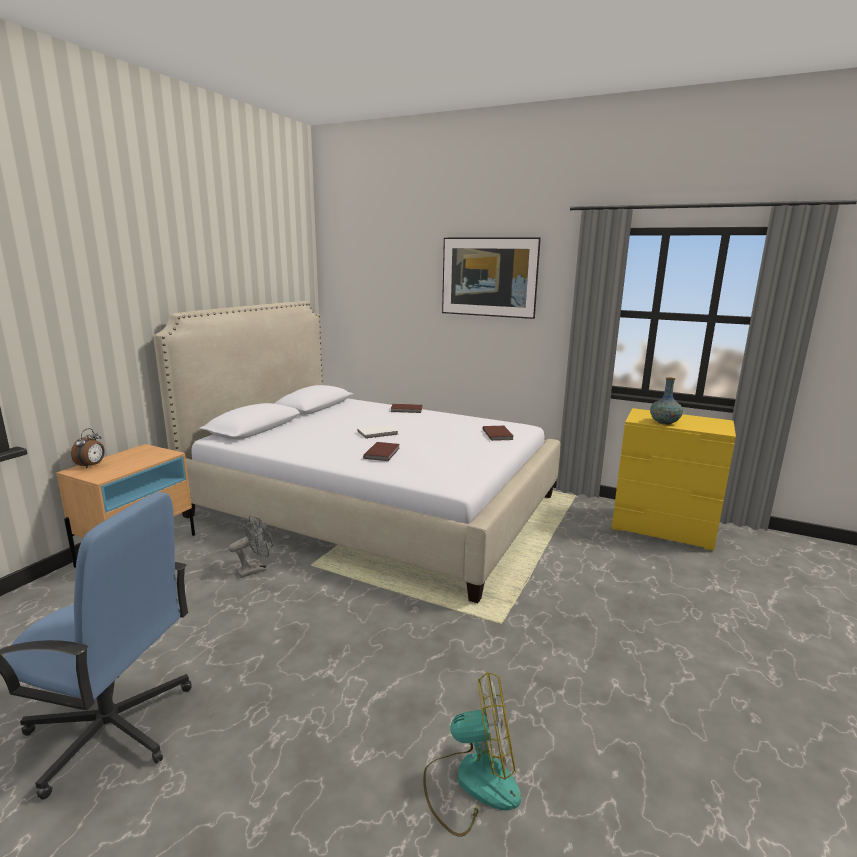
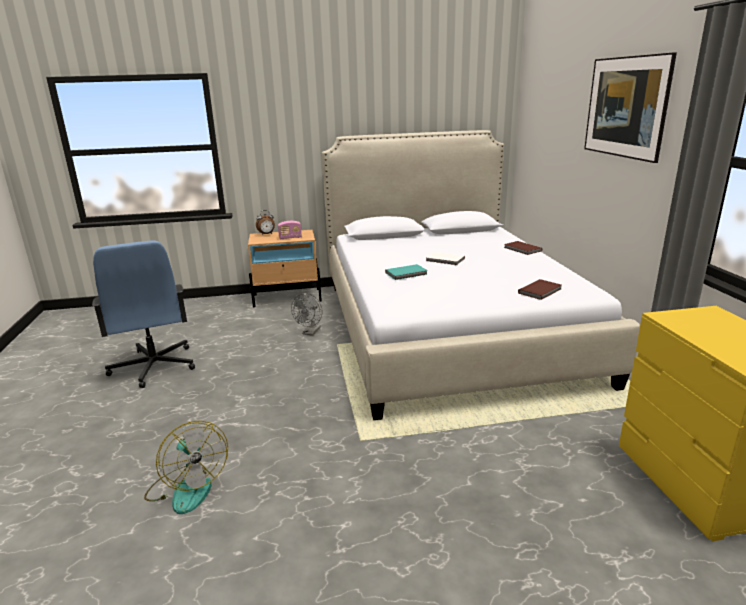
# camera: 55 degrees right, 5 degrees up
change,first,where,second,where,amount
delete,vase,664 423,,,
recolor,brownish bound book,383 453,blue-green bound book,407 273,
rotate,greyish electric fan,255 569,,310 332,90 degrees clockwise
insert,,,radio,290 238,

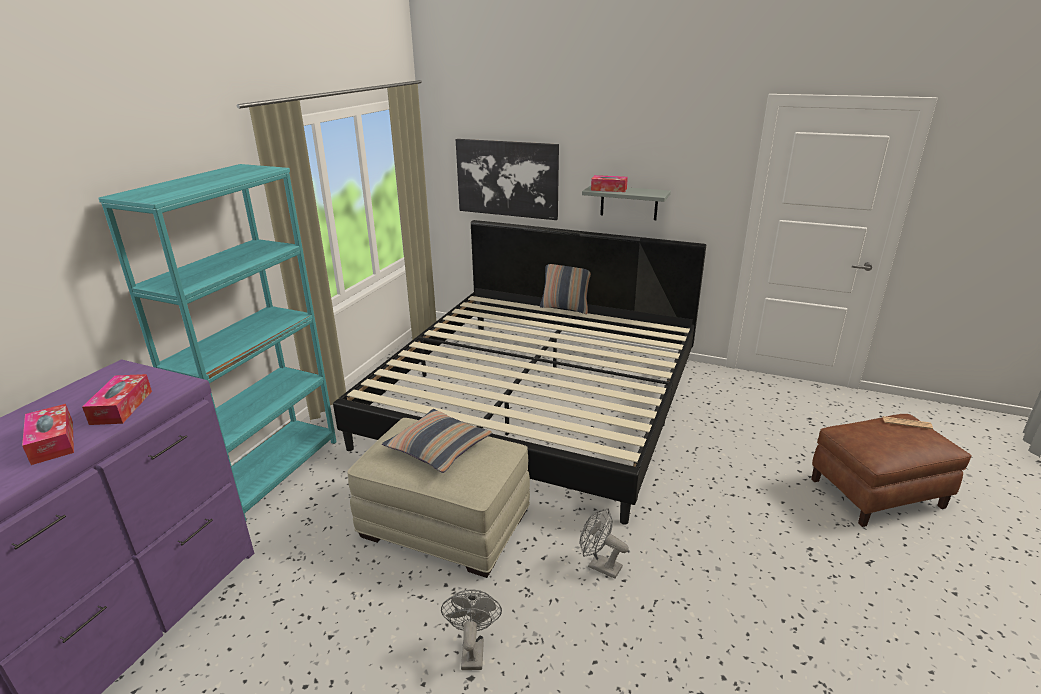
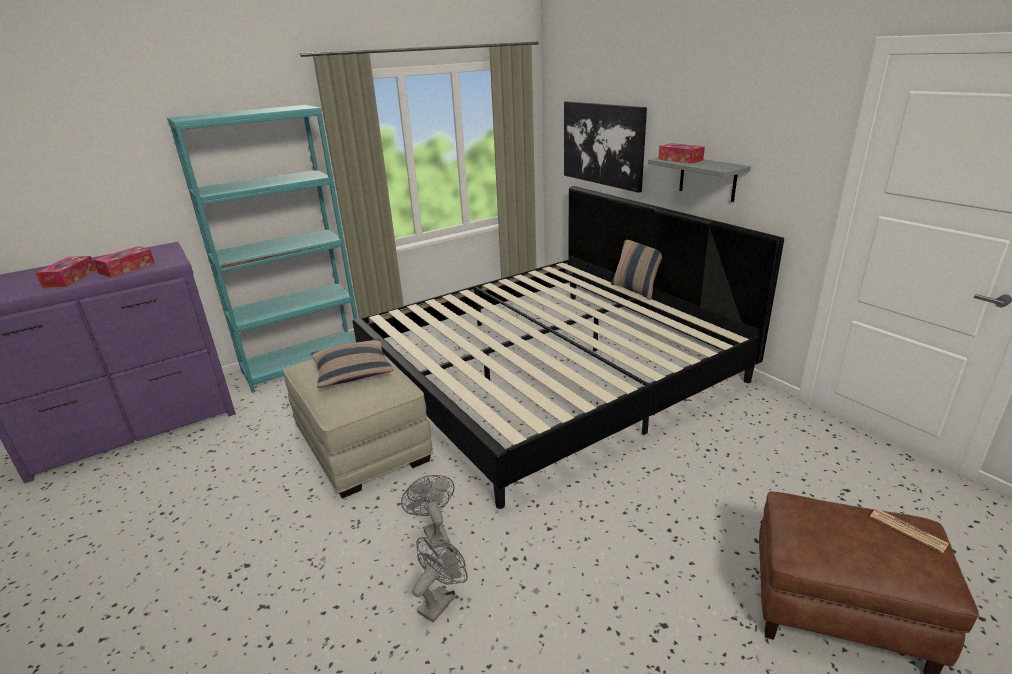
# camera: 35 degrees right, 0 degrees up
change,first,where,second,where,amount
move,greyish electric fan,472 649,,440 600,

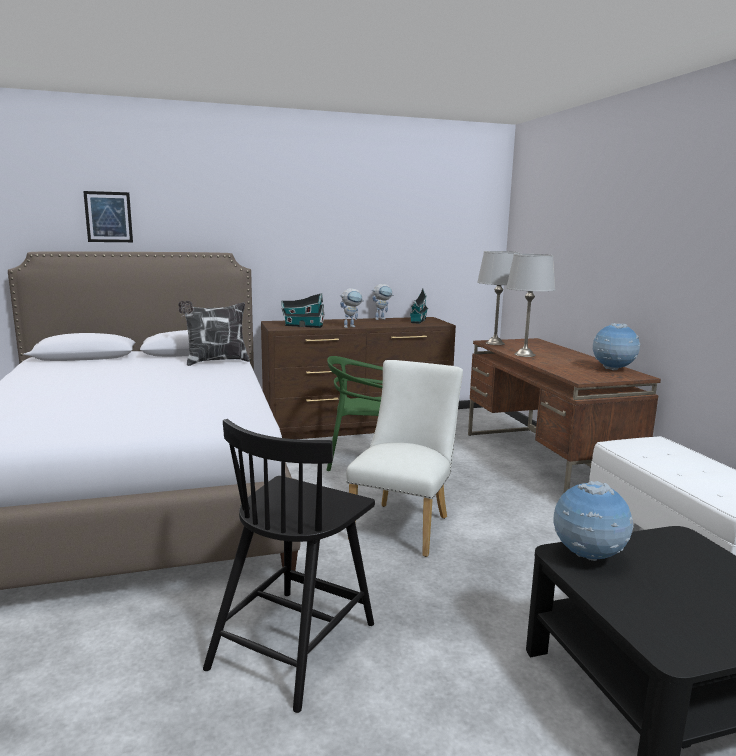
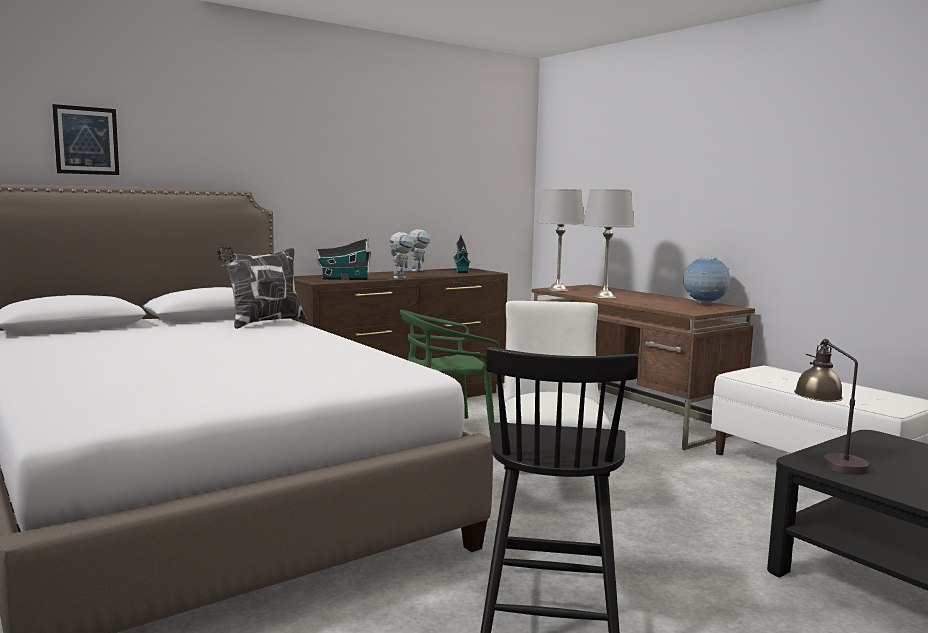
# camera: 20 degrees left, 5 degrees down
change,first,where,second,where,amount
replace,world globe,587 557,table lamp,828 461,

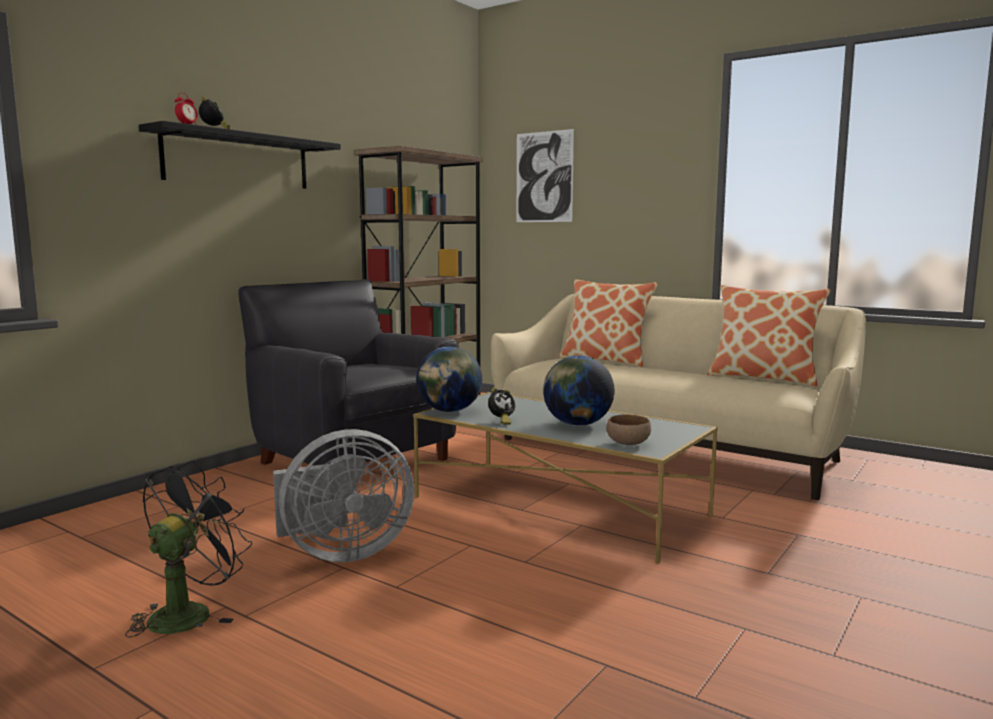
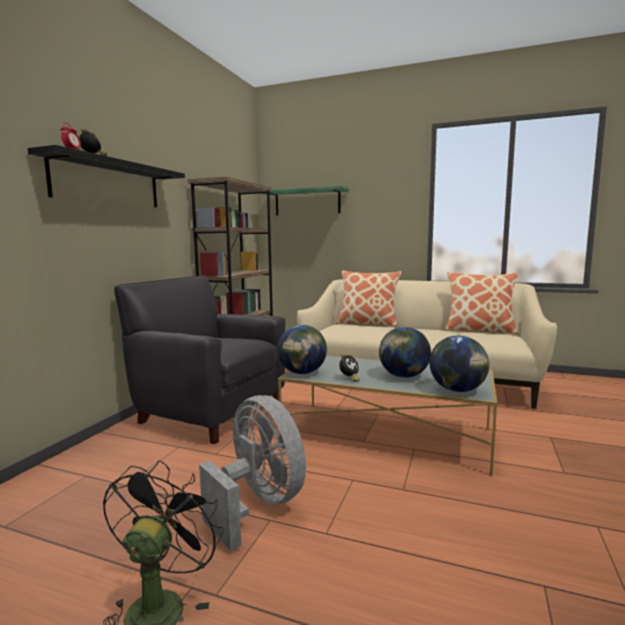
# camera: 15 degrees left, 0 degrees up
change,first,where,second,where,amount
replace,wall art,544 177,green-coloured shelf,307 202,
replace,brownish serving bowl,628 444,world globe,457 390,
rotate,greyish electric fan,341 553,,258 504,90 degrees counterclockwise

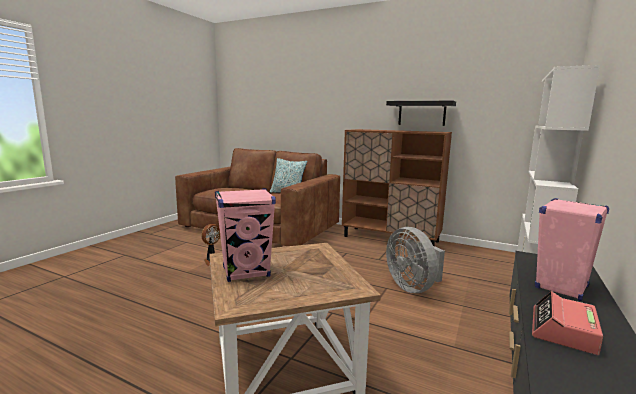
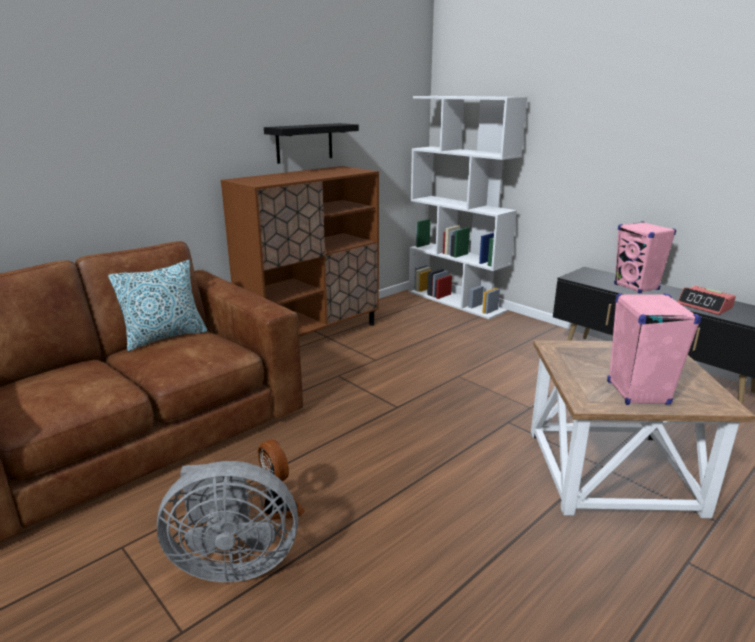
# camera: 70 degrees left, 10 degrees up
change,first,where,second,where,amount
move,greyish electric fan,413 287,,232 561,

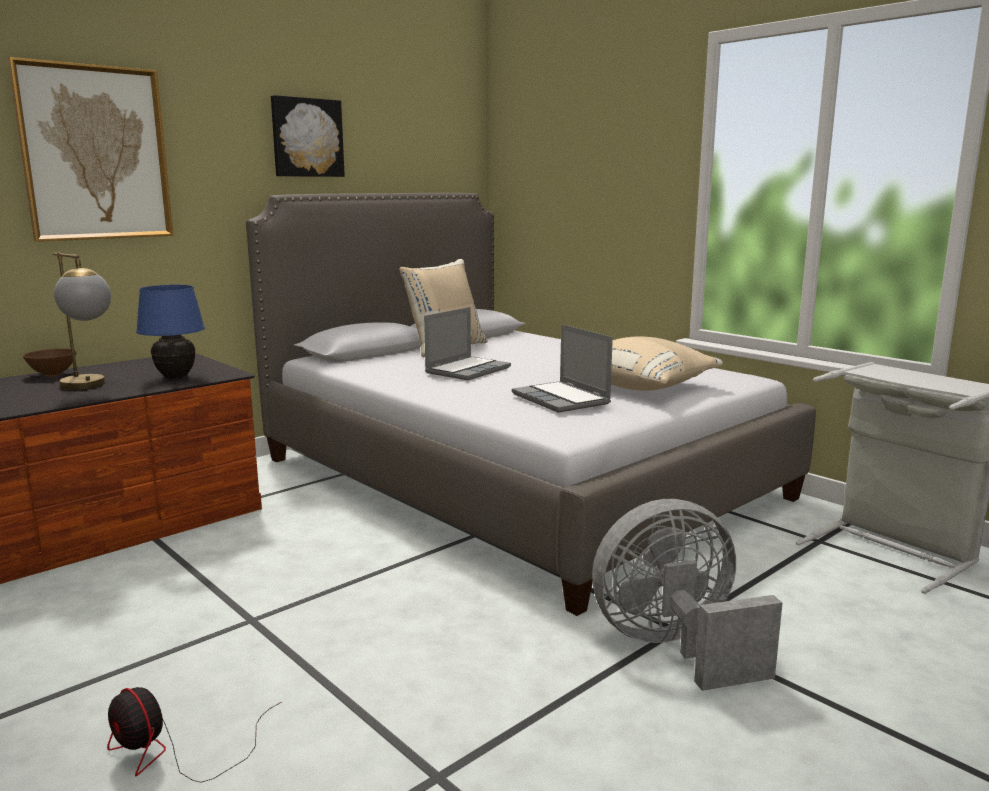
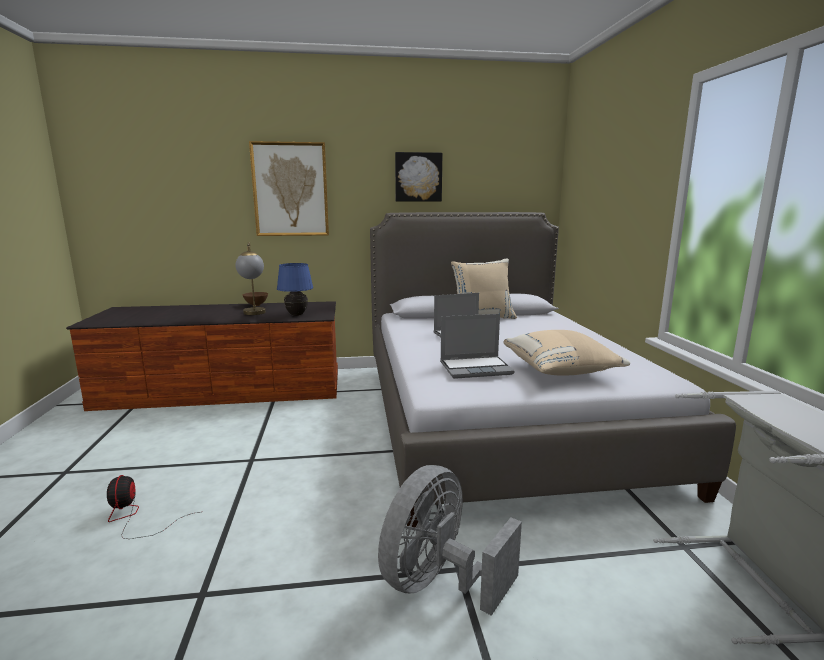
# camera: 35 degrees right, 0 degrees up
change,first,where,second,where,amount
rotate,laptop,562 399,,476 368,105 degrees counterclockwise
rotate,greyish electric fan,675 648,,439 582,75 degrees counterclockwise

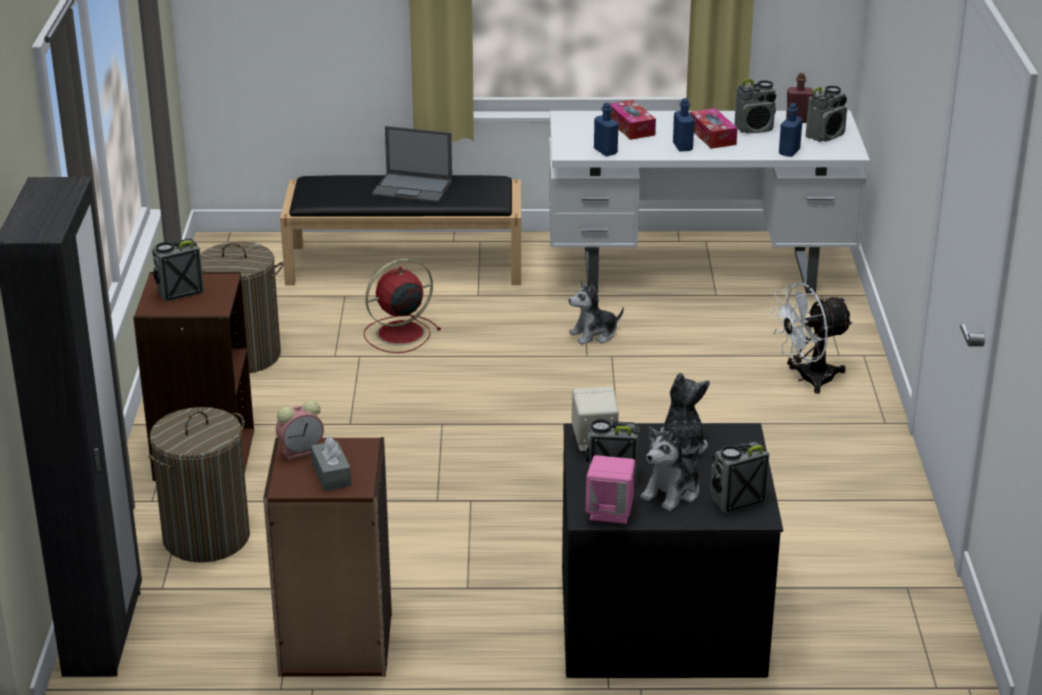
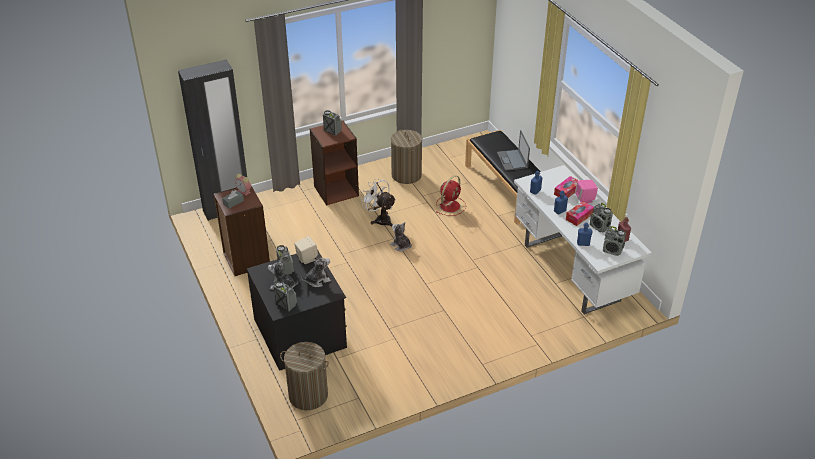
# camera: 65 degrees right, 10 degrees up
change,first,where,second,where,amount
rotate,red-coloured electric fan,398 334,,450 205,90 degrees clockwise
move,plush toy,594 335,,401 246,
move,white electric fan,807 379,,380 219,
move,washing basket,206 537,,308 395,
move,pink-coloured audio speaker,610 512,,585 199,

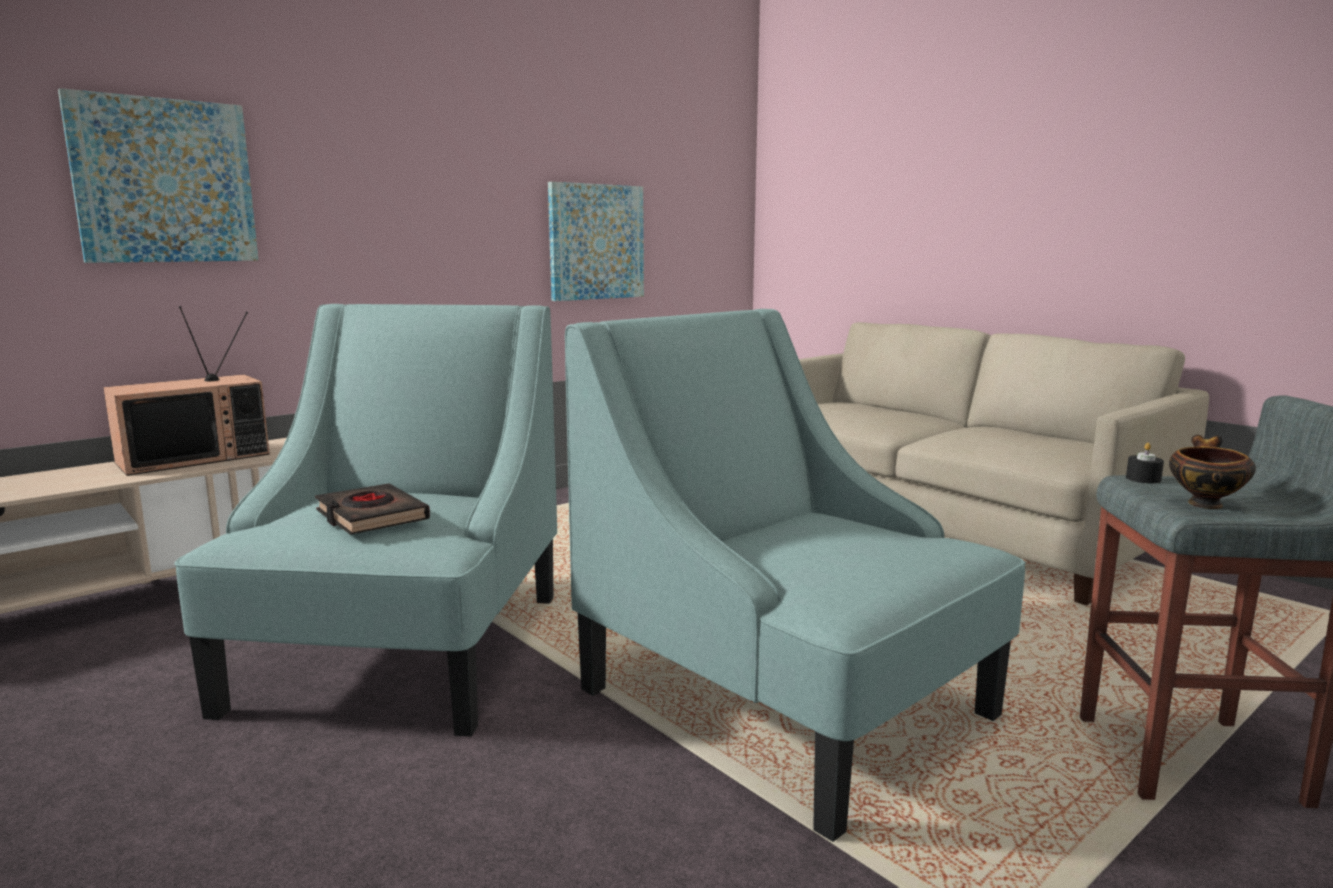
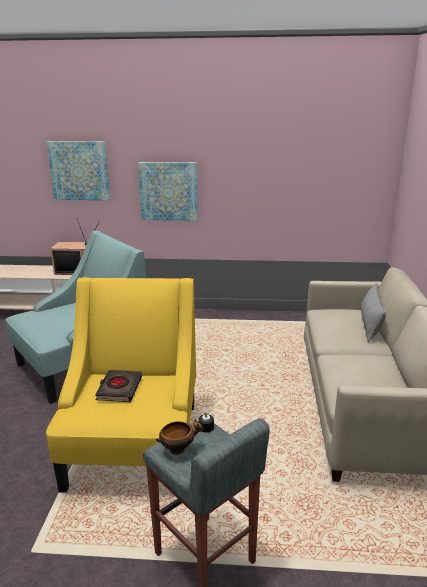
# camera: 45 degrees right, 10 degrees up
change,first,where,second,where,amount
move,wall art,596 242,,168 191,
recolor,blue-green armchair,787 703,yellow armchair,134 445,
move,black-coloured bound book,371 516,,119 389,
insert,,,greyish cushion,370 326,

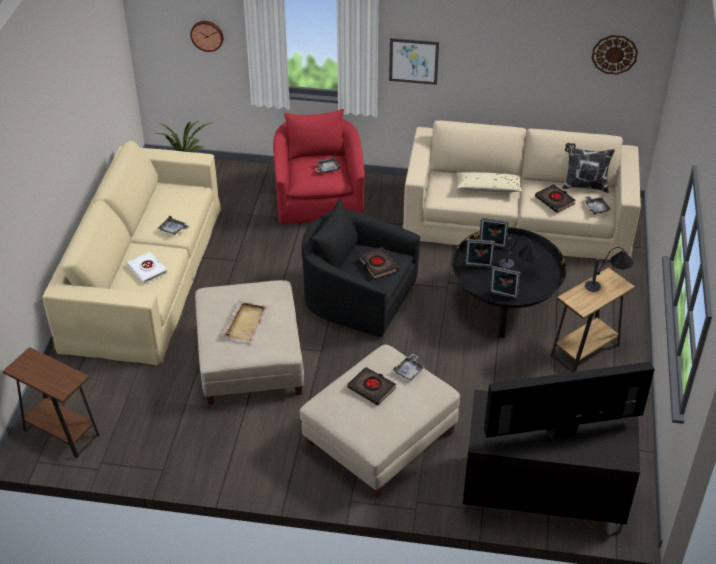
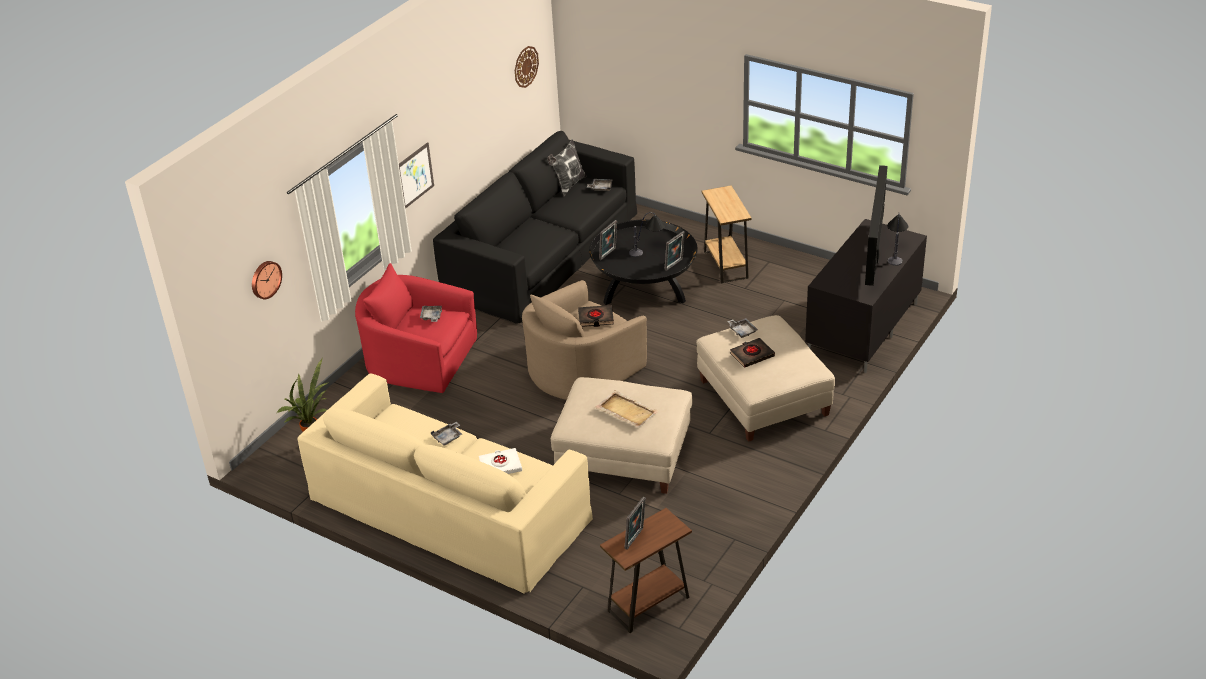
# camera: 65 degrees left, 5 degrees down
change,first,where,second,where,amount
recolor,beige-coloured sofa,517 218,black-coloured sofa,541 252,
delete,beige-coloured cushion,488 188,,,
delete,black-coloured bound book,555 200,,,
recolor,black-coloured armchair,357 297,beige-coloured armchair,582 369,
move,standing frame,478 267,,635 539,
move,table lamp,608 283,,895 252,

